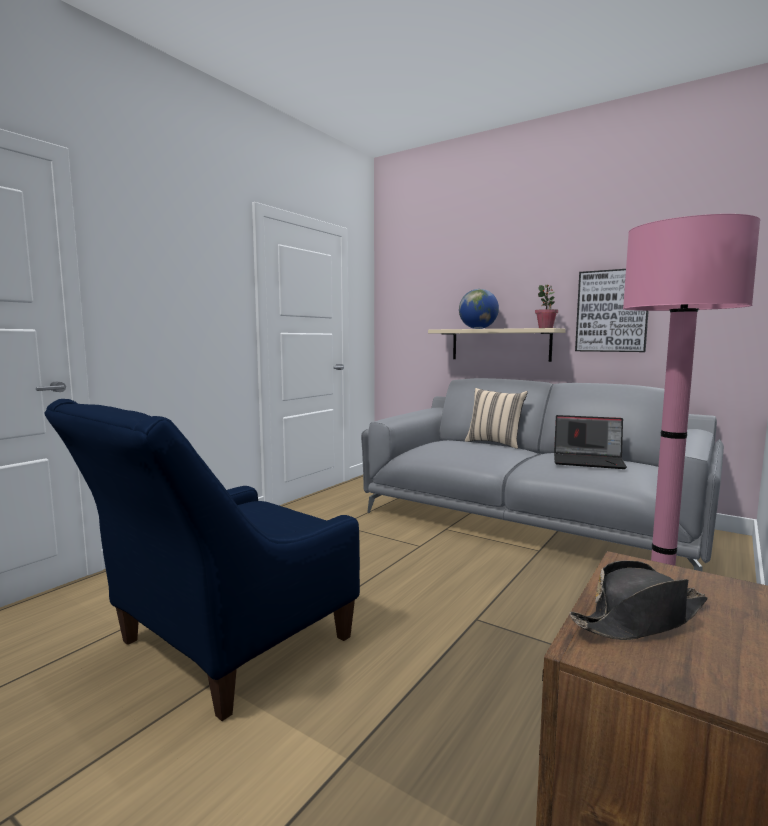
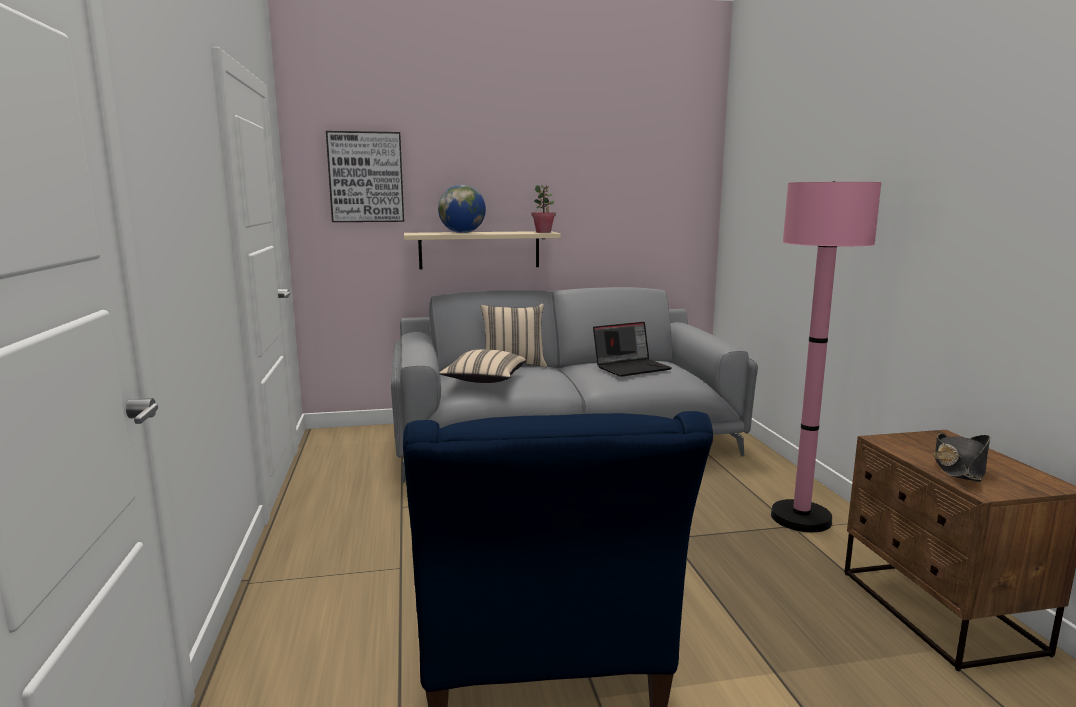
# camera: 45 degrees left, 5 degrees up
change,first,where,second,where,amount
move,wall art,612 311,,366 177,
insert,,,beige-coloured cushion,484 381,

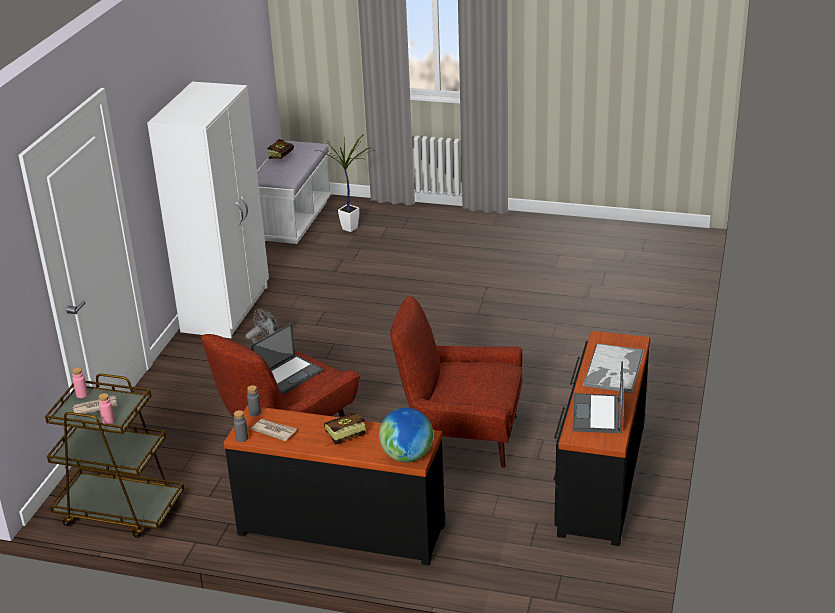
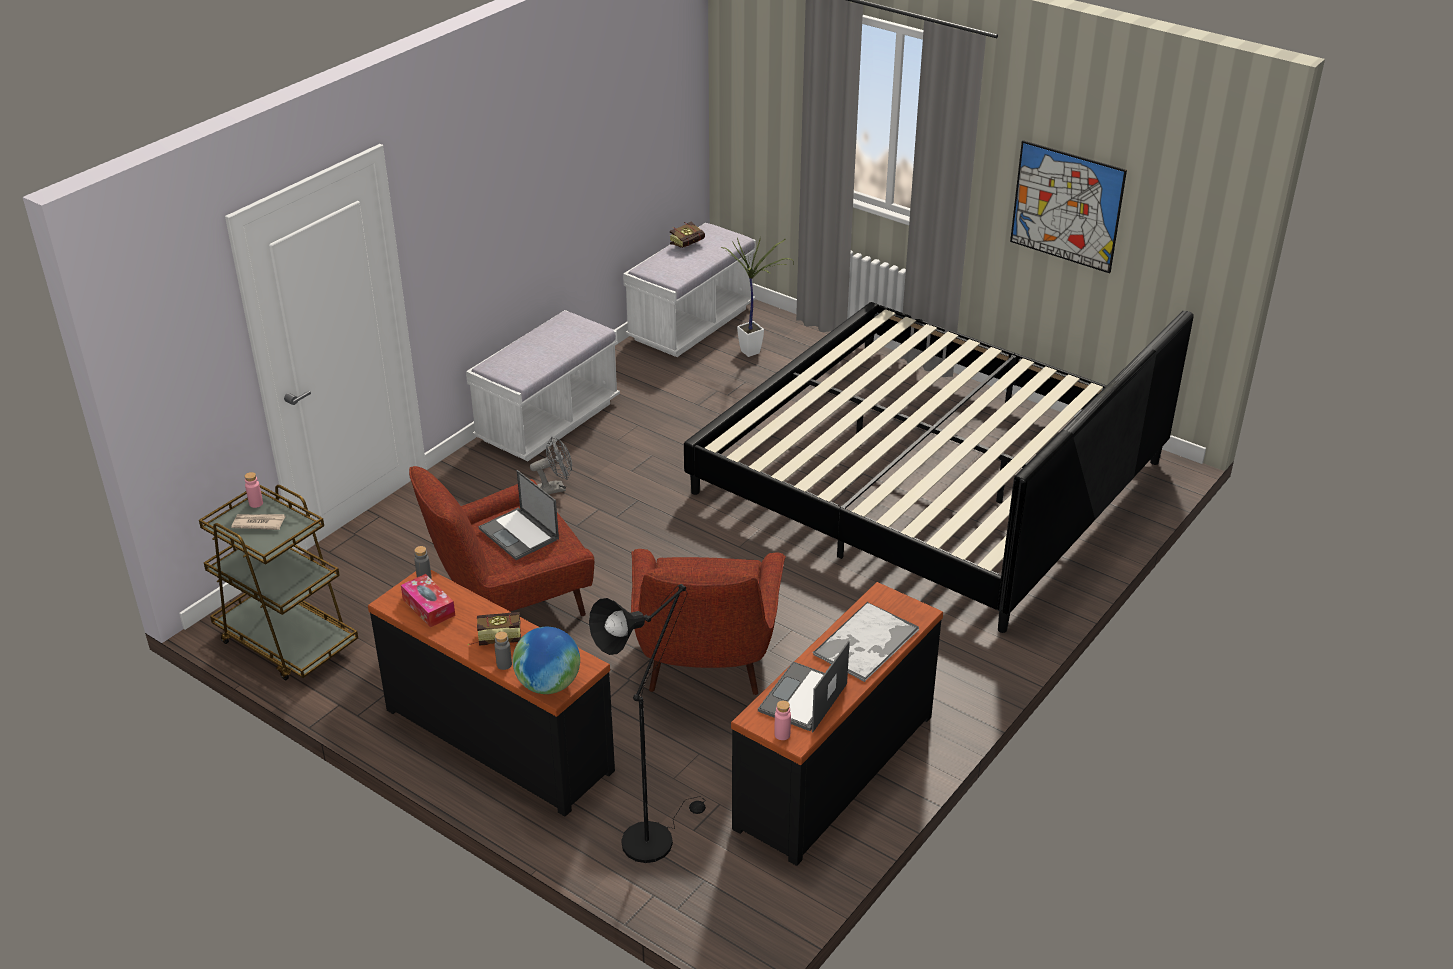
# camera: 20 degrees right, 5 degrees up
change,first,where,second,where,amount
replace,white armoire,227 308,white bench,548 422,
rotate,red-coloured armchair,461 436,,705 664,120 degrees counterclockwise
rotate,laptop,289 374,,519 534,75 degrees clockwise
move,pink-coloured bottle,108 421,,782 734,
move,greyish bottle,242 438,,504 664,
replace,printed paper,274 431,tissue box,428 607,
insert,,,wall art,1066 206,
insert,,,bed,928 478,
insert,,,black-coloured floor lamp,653 836,

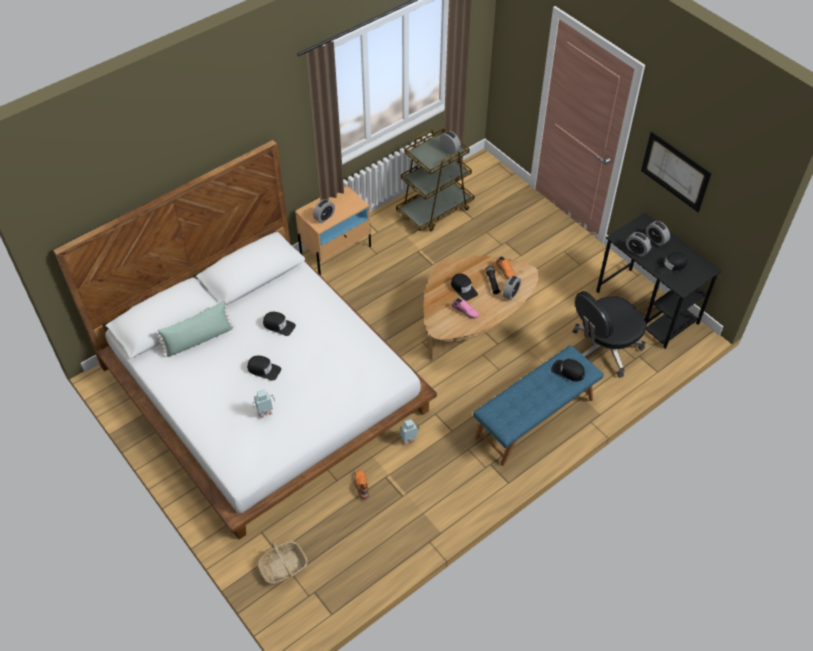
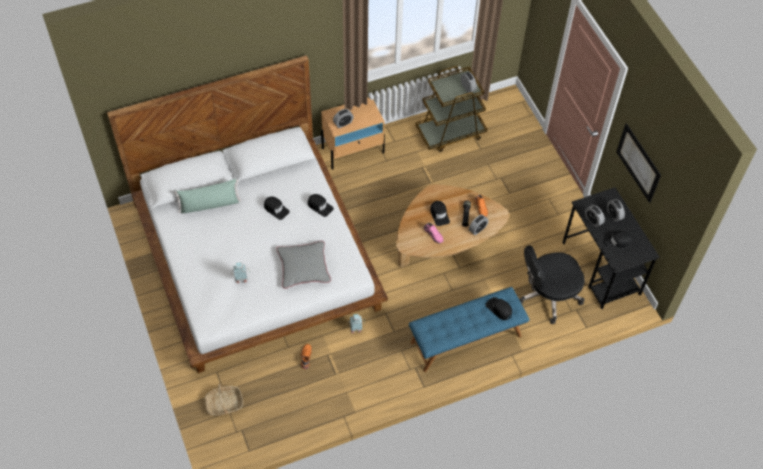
# camera: 15 degrees right, 5 degrees up
change,first,where,second,where,amount
move,black-coloured cap,264 369,,320 206,
insert,,,greyish cushion,303 267,

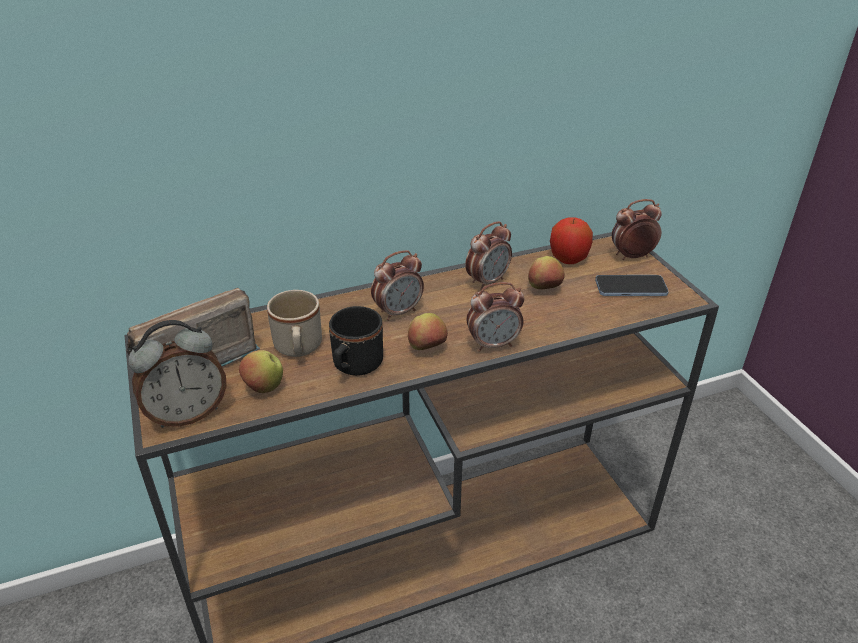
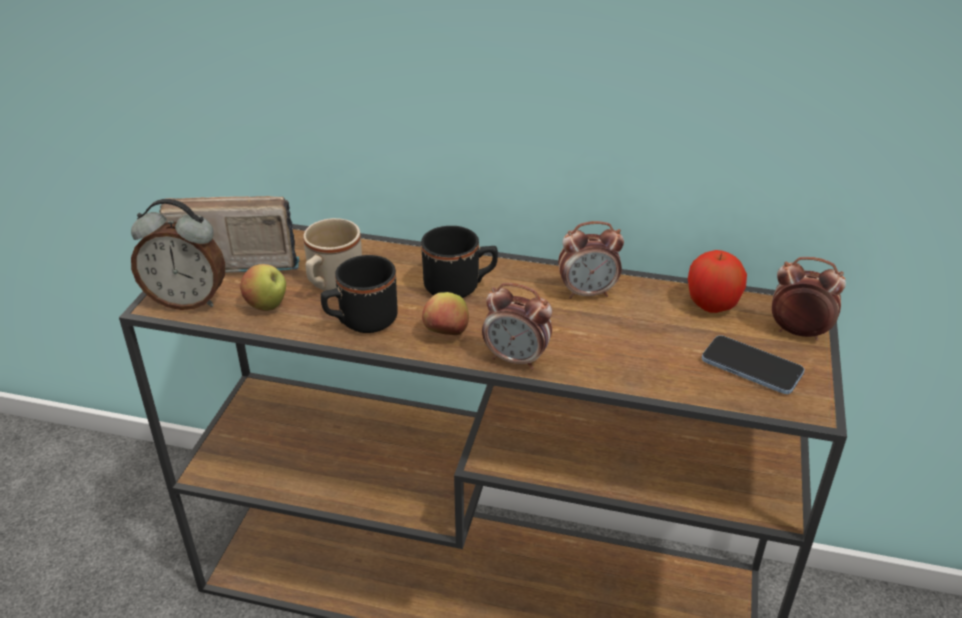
# camera: 35 degrees right, 0 degrees up
change,first,where,second,where,amount
replace,bedside clock,398 312,black-coloured coffee mug,460 287,
delete,apple,544 289,,,

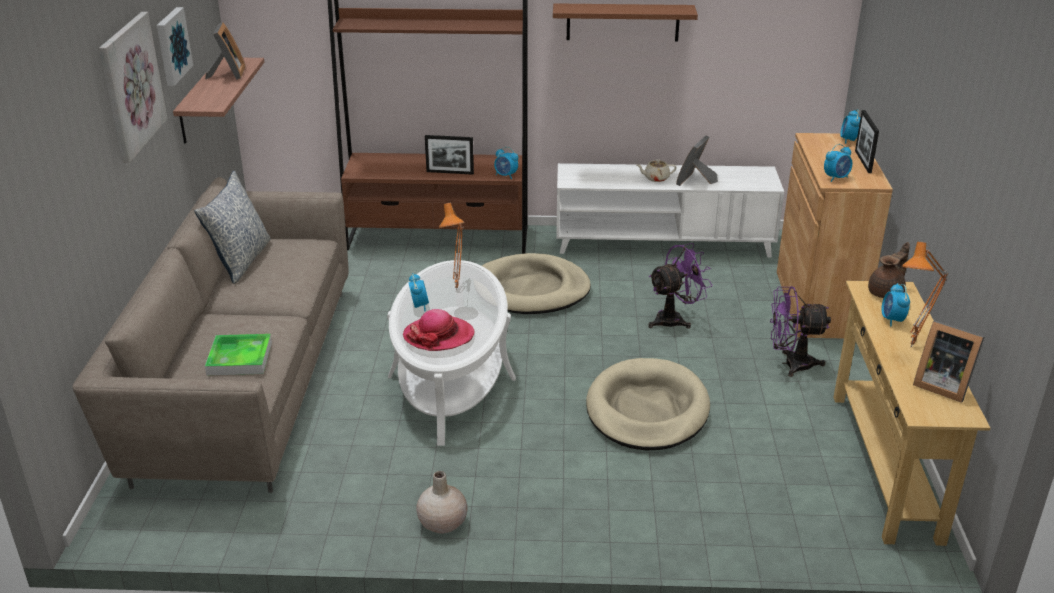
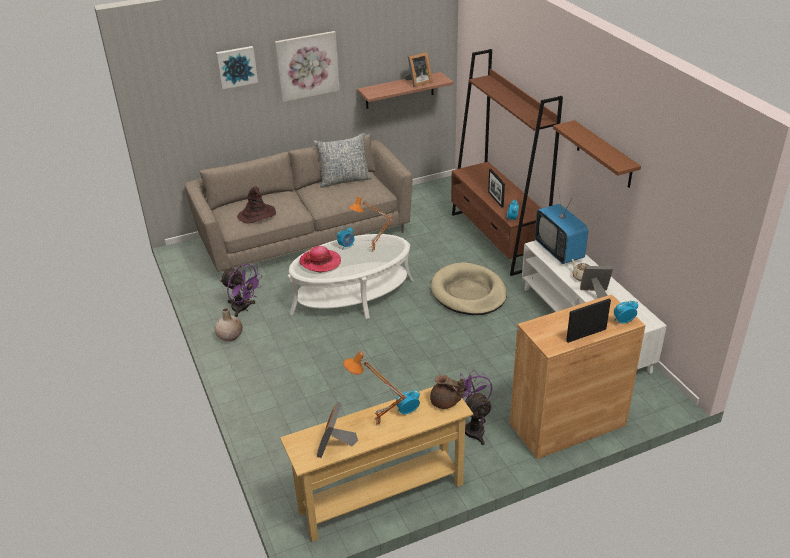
# camera: 65 degrees right, 5 degrees up
change,first,where,second,where,amount
move,wall art,171 46,,236 66,
delete,bedside clock,836 178,,,
move,purple electric fan,674 319,,243 309,
replace,tray,239 358,brownish wearable hat,257 215,
delete,beige-coloured dog bed,647 410,,,
insert,,,television,559 251,

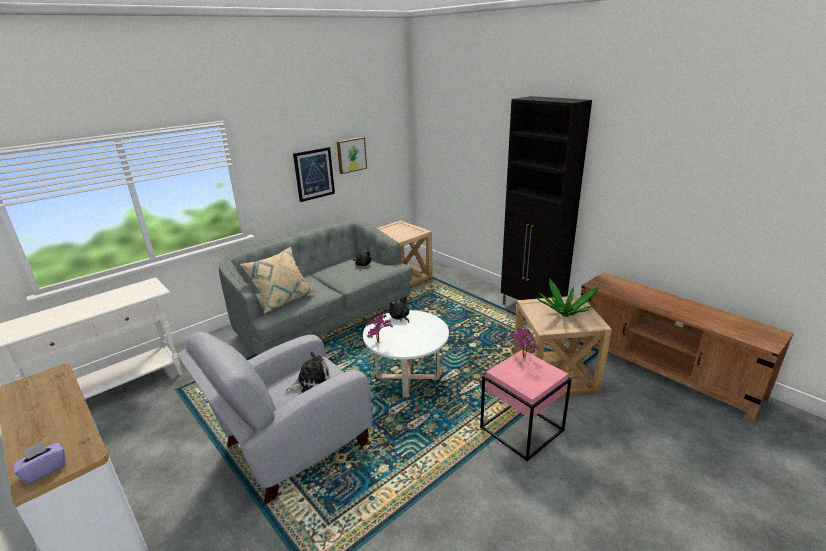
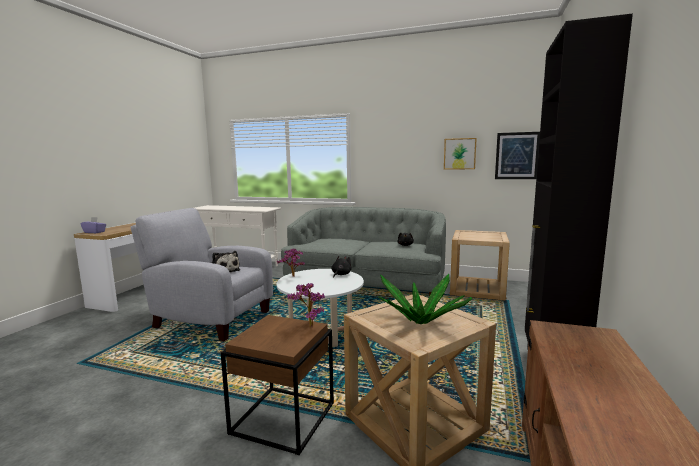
# camera: 60 degrees right, 15 degrees down
change,first,where,second,where,amount
move,wall art,314 174,,516 156,
delete,beige-coloured cushion,282 299,,,
recolor,pink-coloured end table,522 429,brownish end table,284 419,

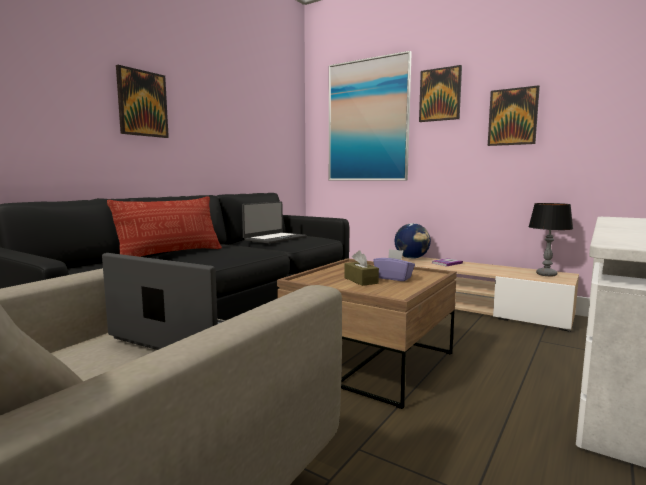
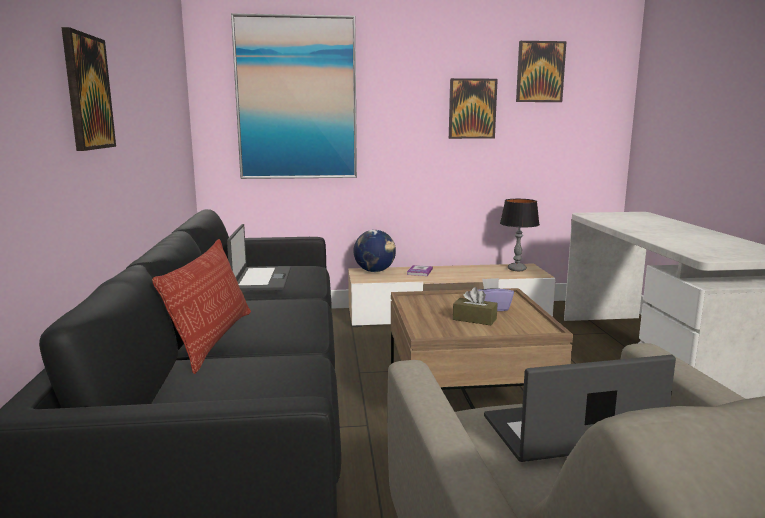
# camera: 40 degrees left, 5 degrees up
change,first,where,second,where,amount
move,wall art,440 94,,540 72,

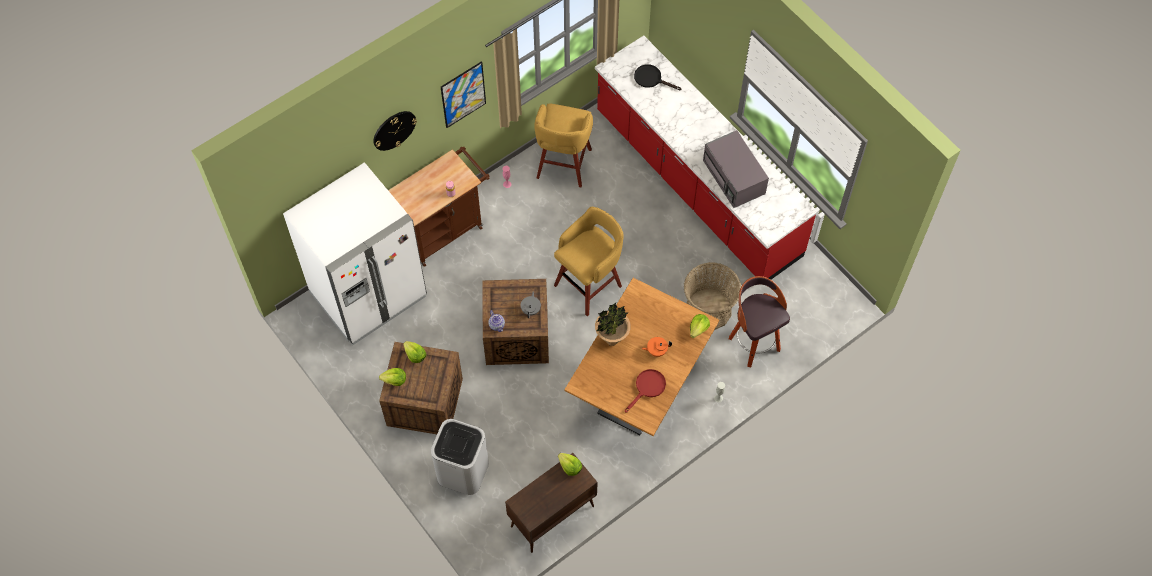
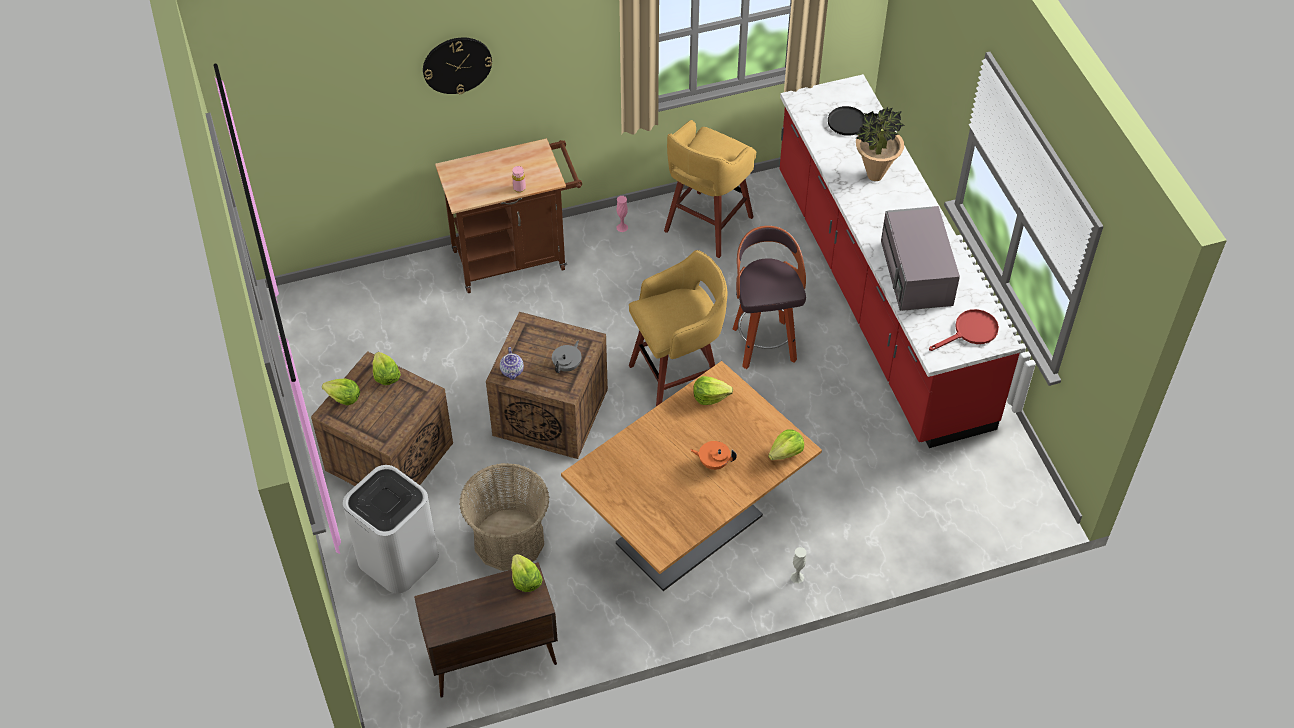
# camera: 20 degrees right, 10 degrees down
change,first,where,second,where,amount
delete,wall art,463 94,,,
delete,white fridge,368 295,,,
move,household basket,708 309,,509 540,
move,sitting stool,753 343,,763 343,
move,plant in a pot,611 341,,874 176,
move,red-coloured frying pan,647 388,,970 332,
insert,,,lettuce,710 396,

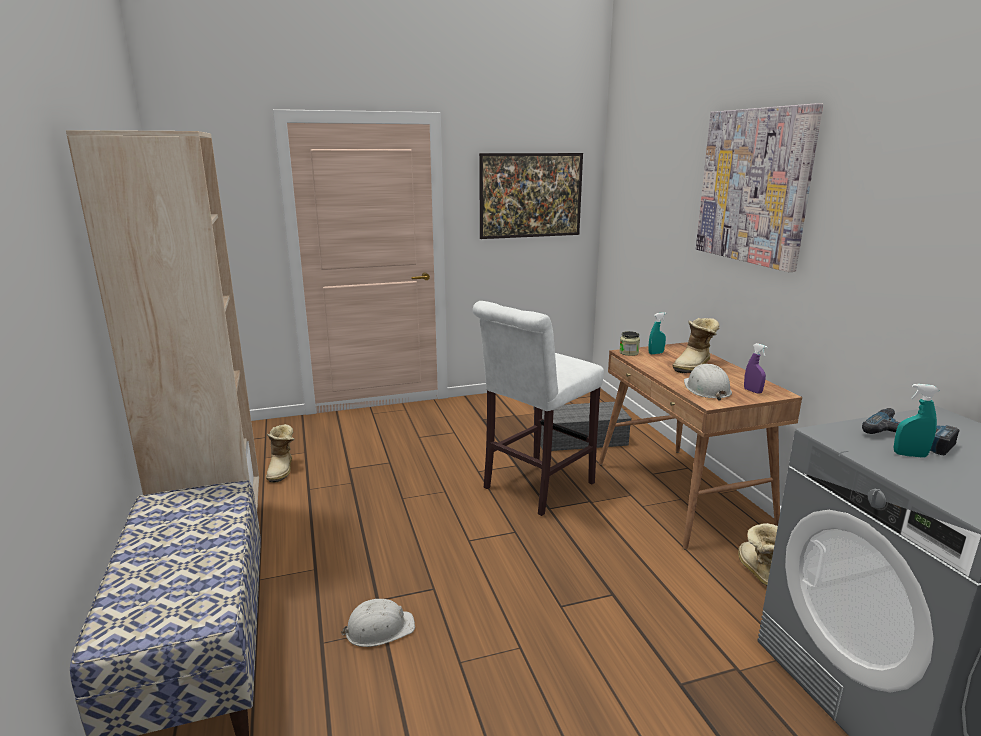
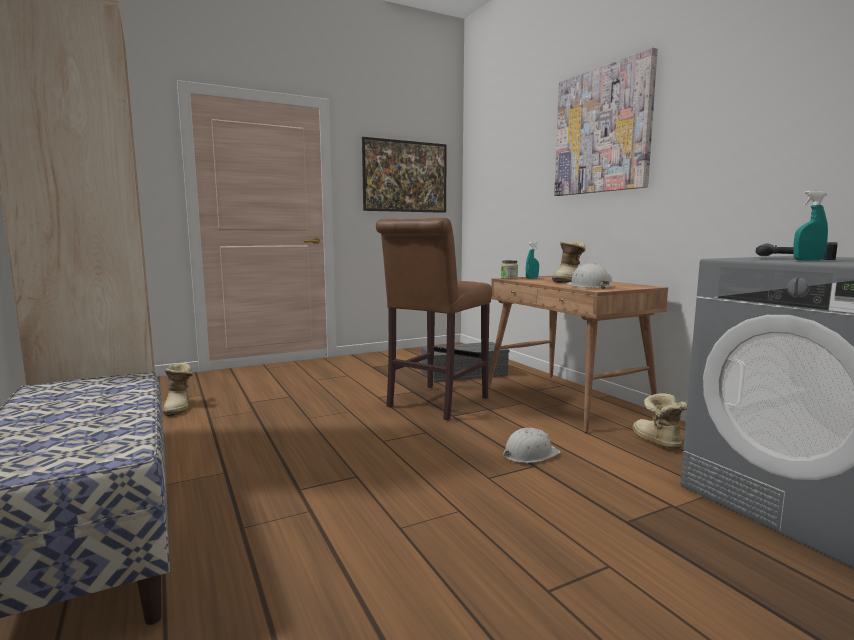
# camera: 10 degrees left, 10 degrees down
change,first,where,second,where,amount
recolor,white sitting stool,534 487,brownish sitting stool,434 404,
delete,purple spray bottle,752 391,,,
move,white safety helmet,379 629,,530 454,

